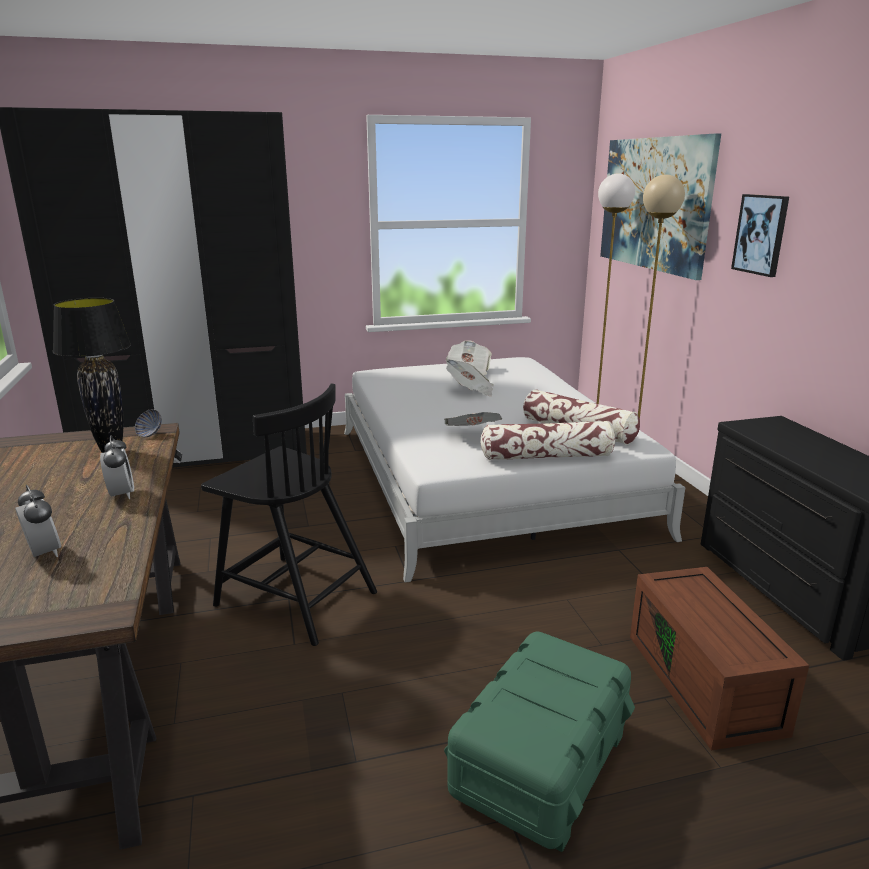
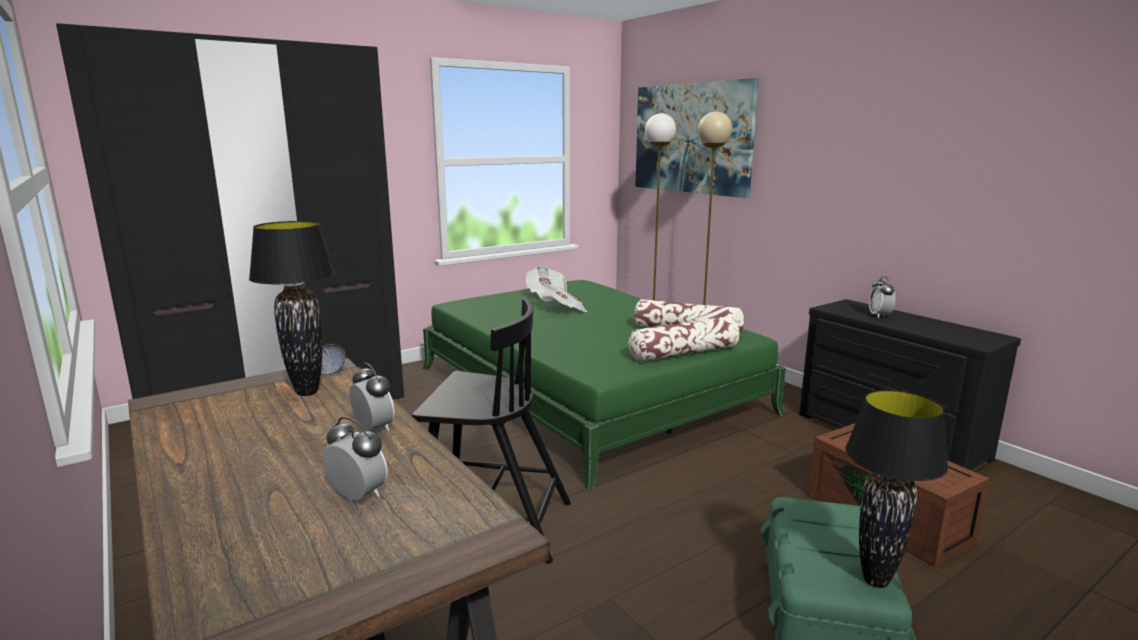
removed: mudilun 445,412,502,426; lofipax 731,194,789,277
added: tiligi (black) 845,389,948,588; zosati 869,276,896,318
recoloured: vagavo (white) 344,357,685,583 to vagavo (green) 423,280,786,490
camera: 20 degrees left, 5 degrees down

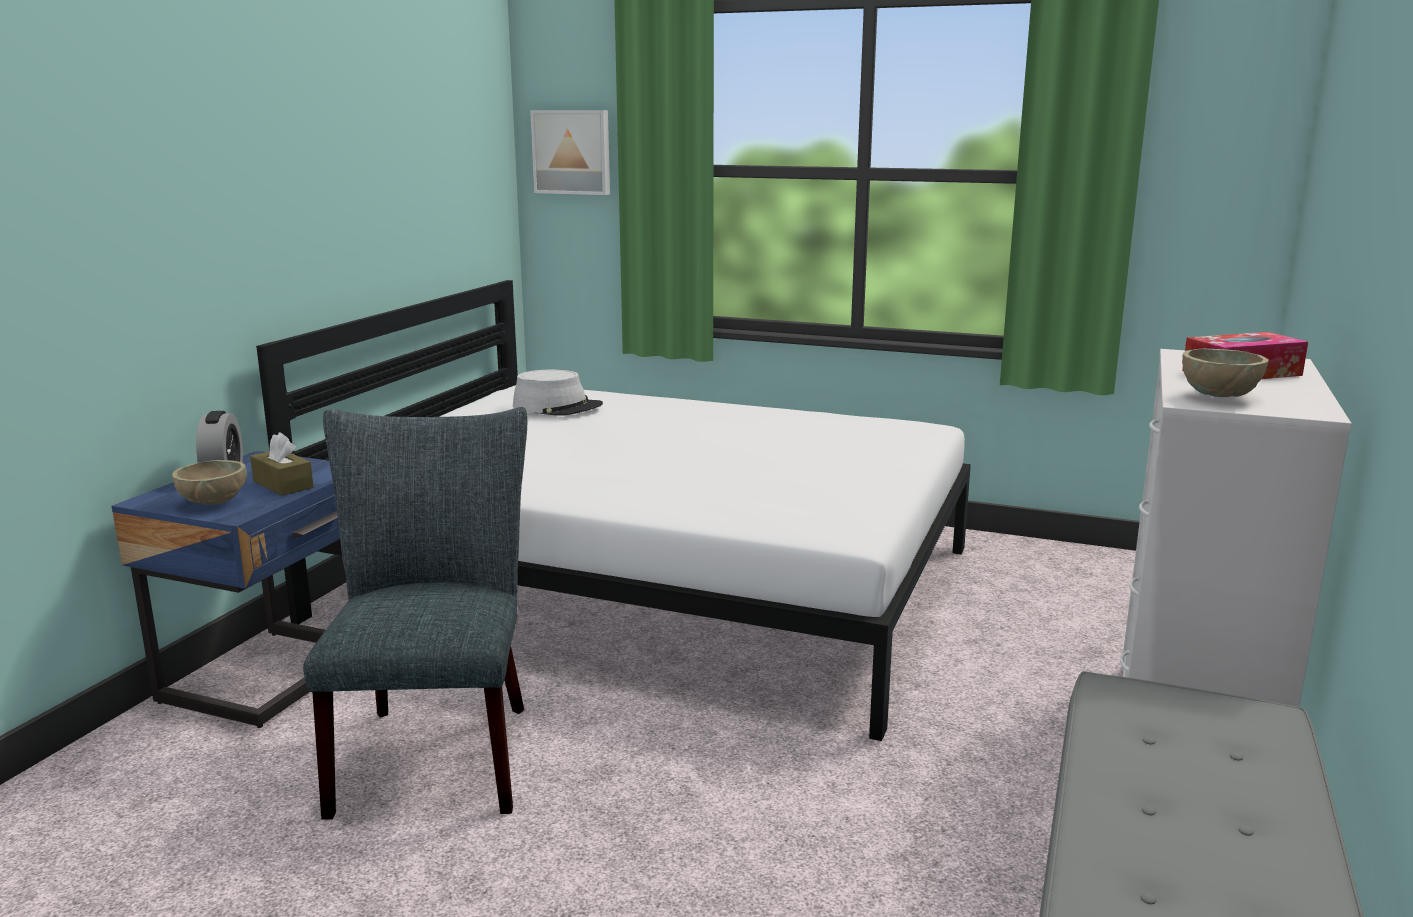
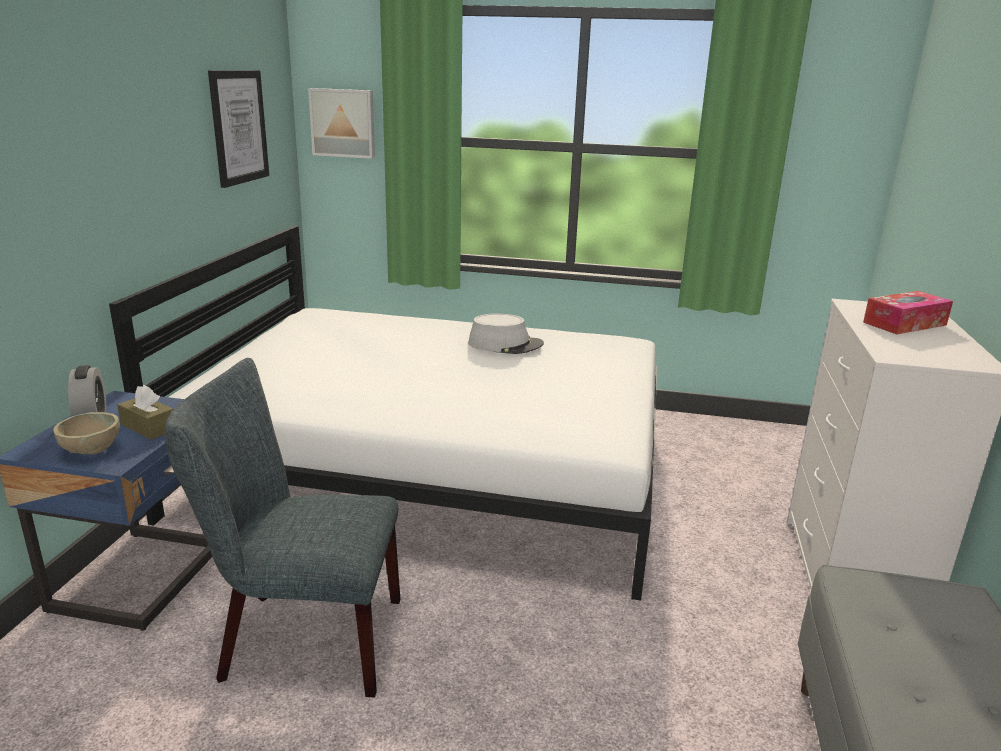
removed: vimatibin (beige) 1182,349,1269,397
added: lofipax 208,70,269,188
moved: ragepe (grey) 513,370,603,415 to 468,314,544,354
turned: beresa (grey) 303,407,527,820 = 165,358,400,697 75 degrees counterclockwise
camera: 10 degrees left, 5 degrees up

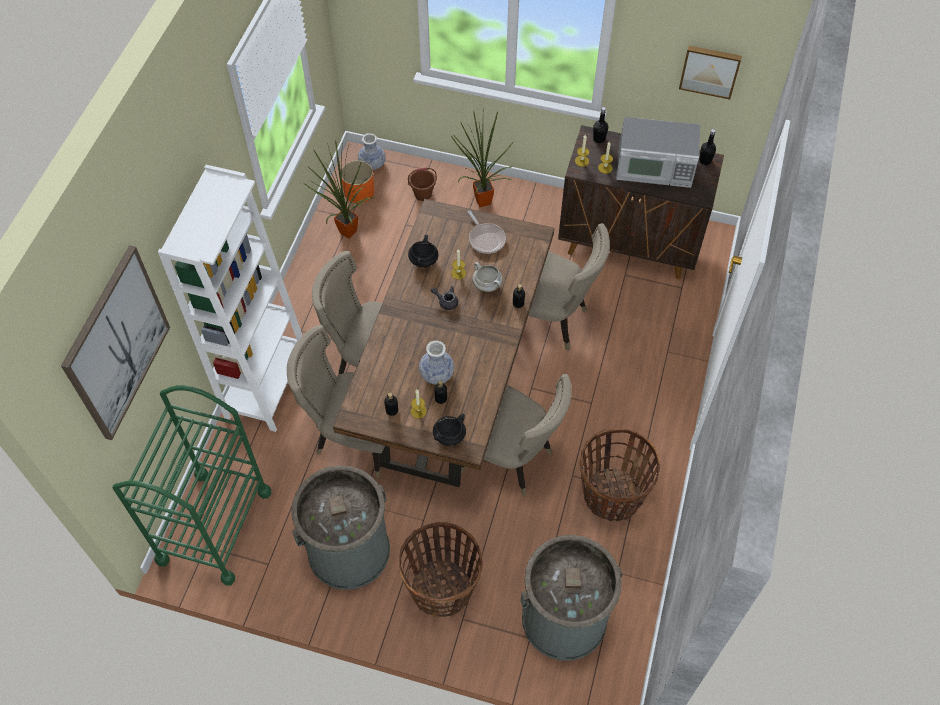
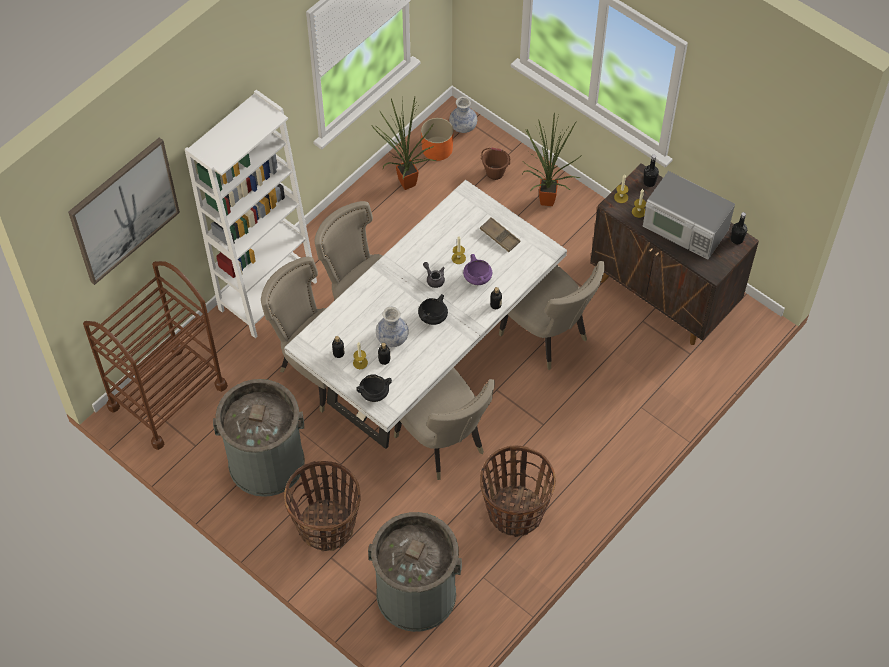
removed: lofipax 679,46,742,100
moved: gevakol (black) 408,235,438,267 to 418,294,448,325
replaced: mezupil 468,210,506,254 to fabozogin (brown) 480,217,520,252
recoloured: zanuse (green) 113,385,271,586 to zanuse (brown) 83,261,228,450; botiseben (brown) 333,199,554,487 to botiseben (white) 284,179,567,449; gevakol (white) 472,262,503,292 to gevakol (purple) 463,254,492,285
camera: 25 degrees right, 0 degrees up

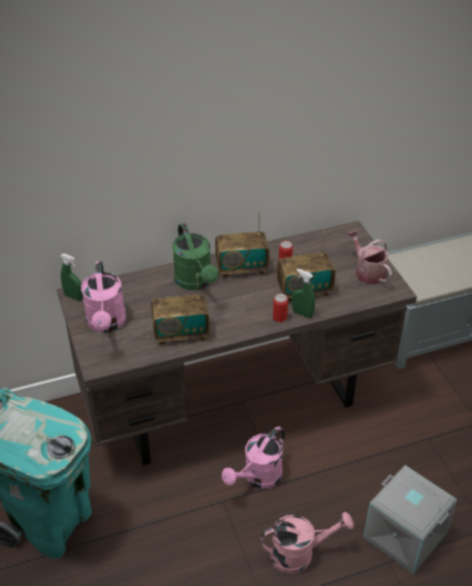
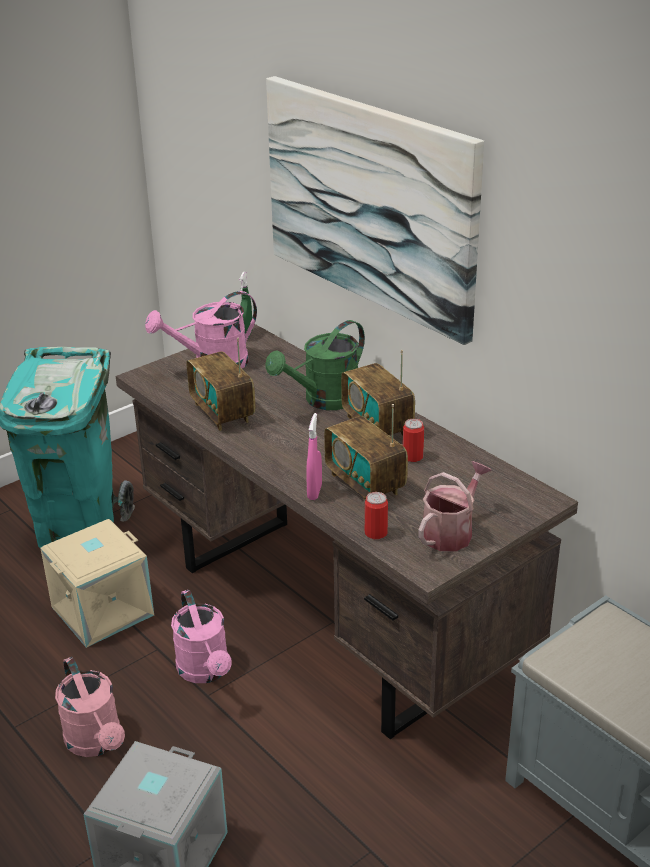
added: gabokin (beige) 40,519,154,648; lofipax 266,76,484,345
moved: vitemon 273,294,288,322 to 365,492,388,539
recoloured: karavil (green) 292,269,315,318 to karavil (pink) 306,413,322,500
turned: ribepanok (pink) 222,427,285,489 = 171,590,232,683 135 degrees counterclockwise
camera: 70 degrees right, 10 degrees down

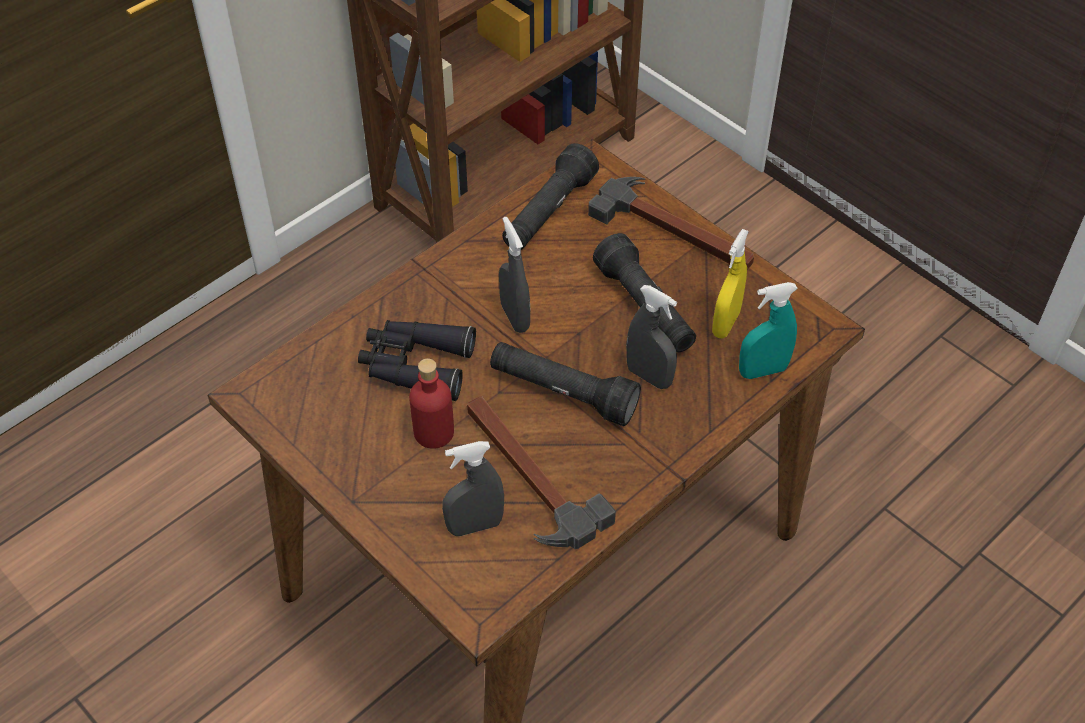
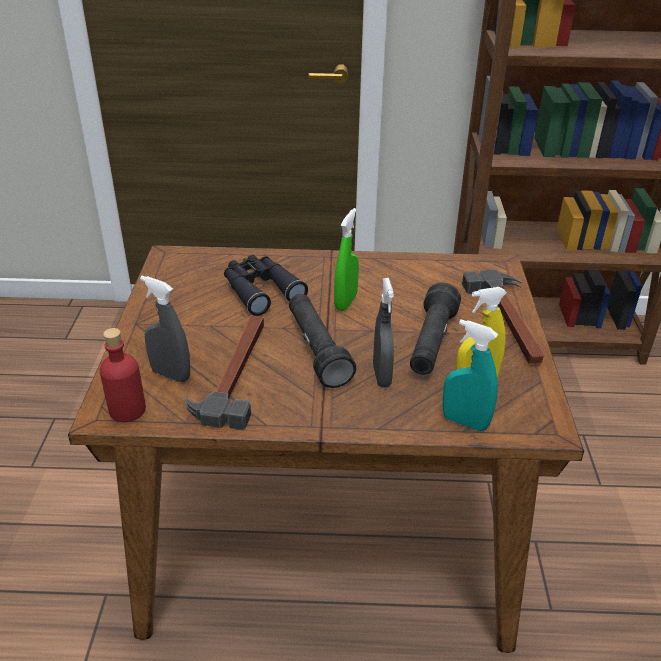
removed: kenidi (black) 502,143,599,250
moved: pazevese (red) 409,358,454,449 to 100,328,146,422
recoloured: karavil (grey) 499,217,530,333 to karavil (green) 334,208,359,311
camera: 45 degrees right, 15 degrees down

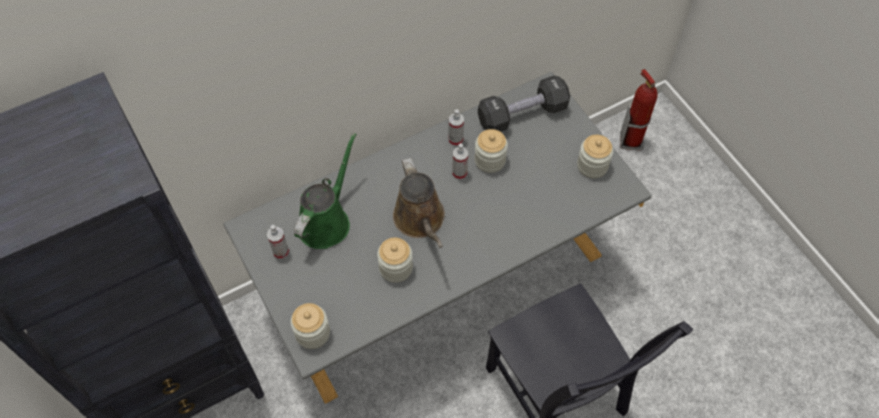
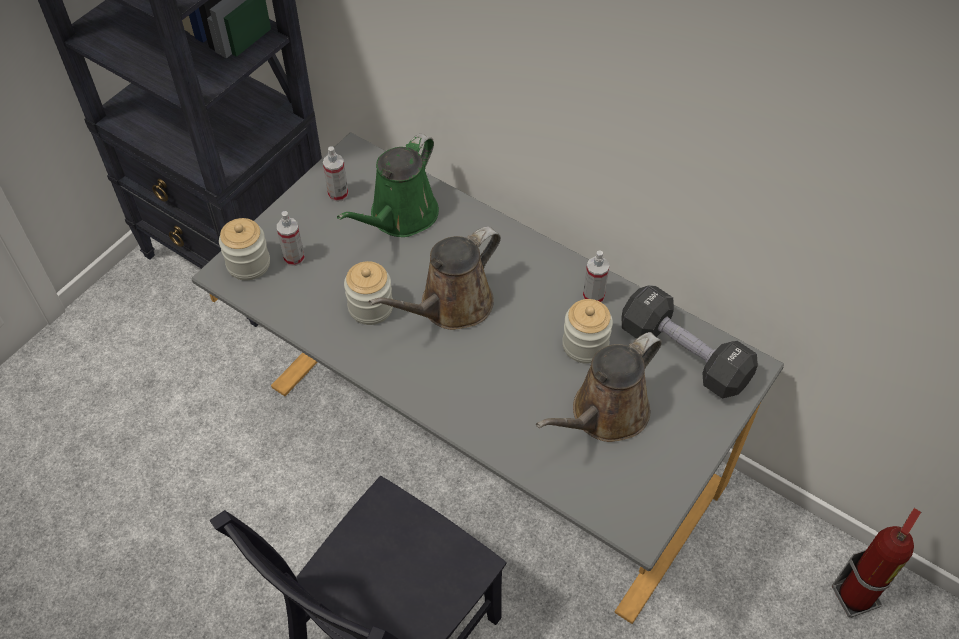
removed: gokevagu 577,135,613,178
added: ribepanok (brown) 536,332,662,442
moved: karavil 452,143,468,180 to 277,211,305,266
turned: ribepanok (green) 294,133,357,249 = 337,134,439,237 120 degrees clockwise
camera: 65 degrees right, 5 degrees down

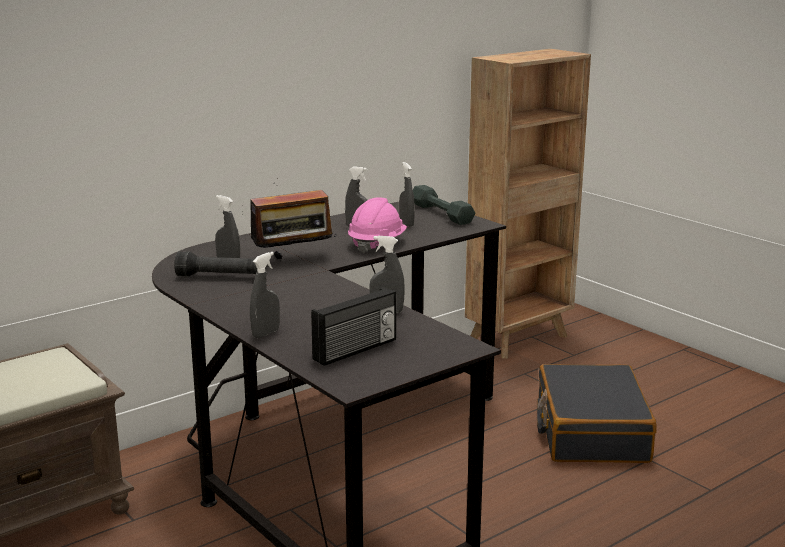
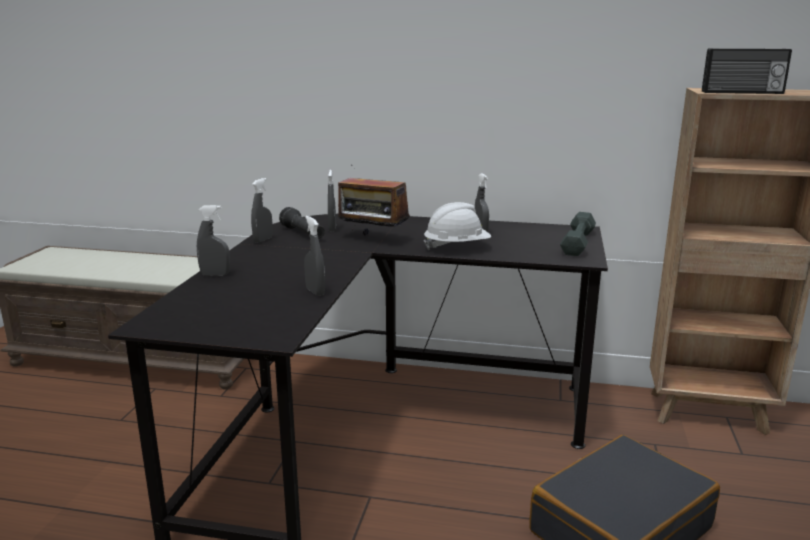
moved: karavil (grey) 399,162,415,227 to 251,178,273,243; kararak 311,287,396,366 to 702,48,792,94
recoloured: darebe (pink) 348,197,407,253 to darebe (white) 423,202,491,250
camera: 50 degrees right, 0 degrees up

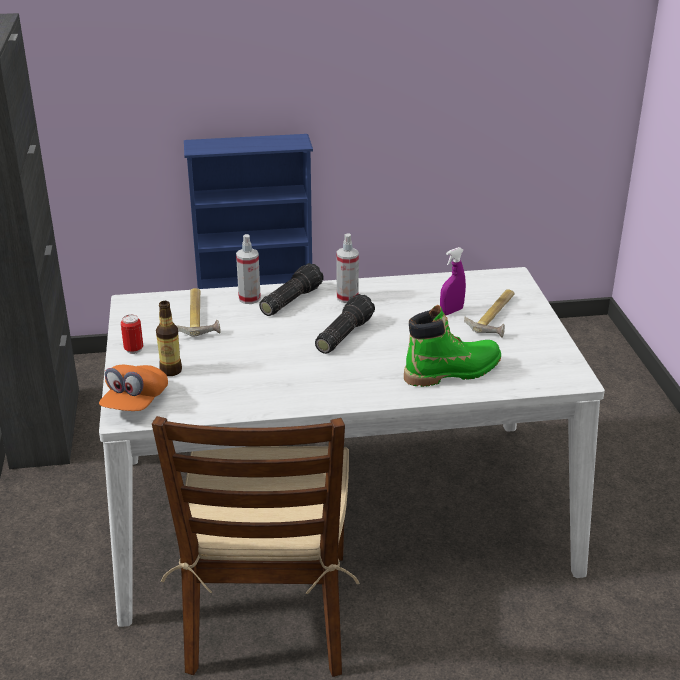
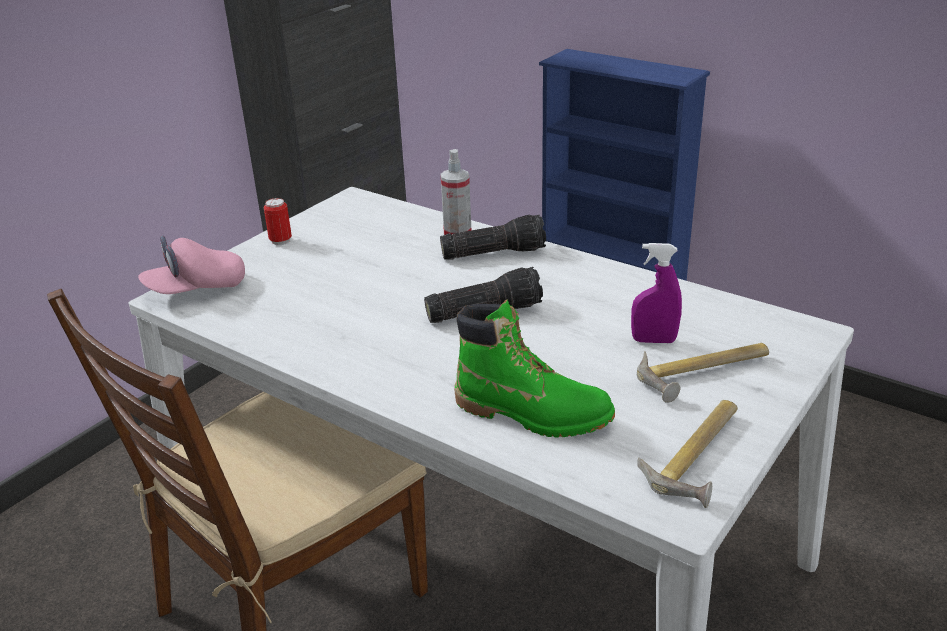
removed: pazevese 156,301,182,376; karavil 337,233,359,303
moved: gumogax 176,288,221,337 to 637,400,738,508
recoloured: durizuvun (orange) 99,365,168,411 to durizuvun (pink) 138,235,245,294
camera: 45 degrees right, 0 degrees up

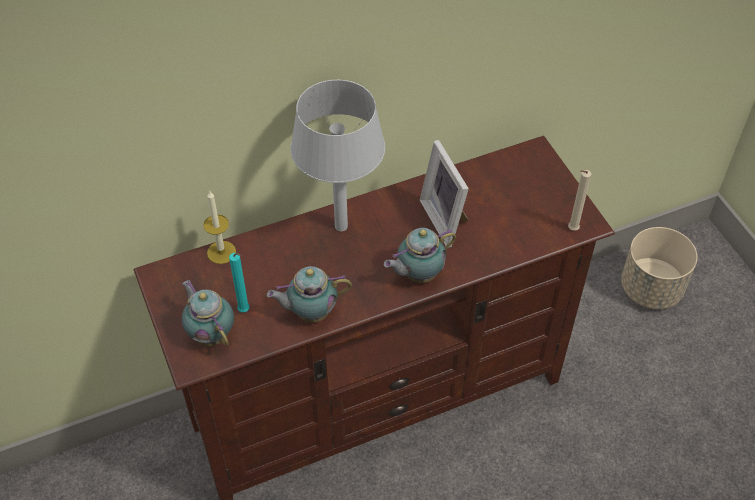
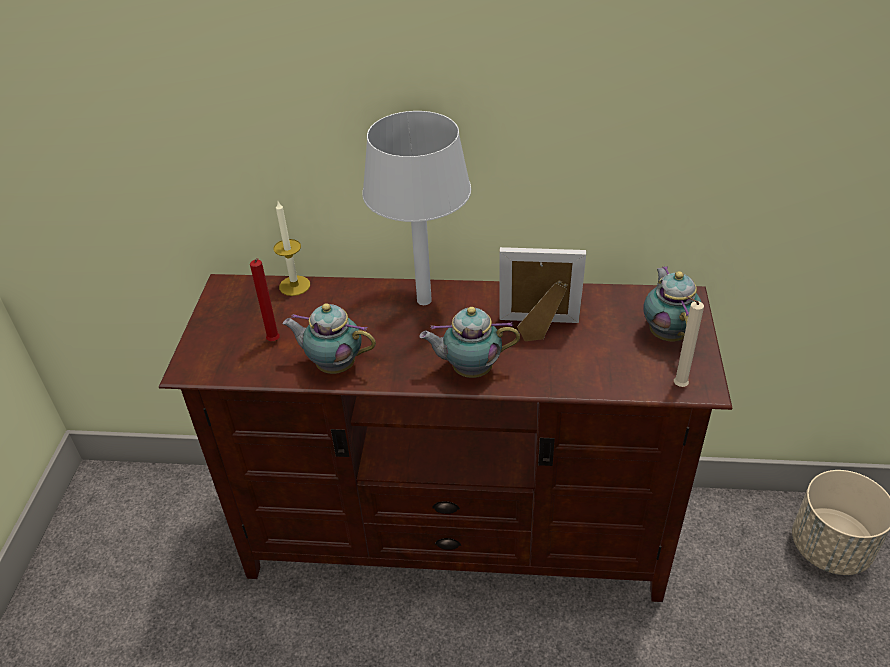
moved: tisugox 182,280,234,346 to 643,266,701,341
recoloured: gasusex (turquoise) 229,253,250,312 to gasusex (red) 250,258,280,341
turned: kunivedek 420,140,469,248 = 499,247,586,341 90 degrees clockwise
camera: 30 degrees right, 10 degrees down

